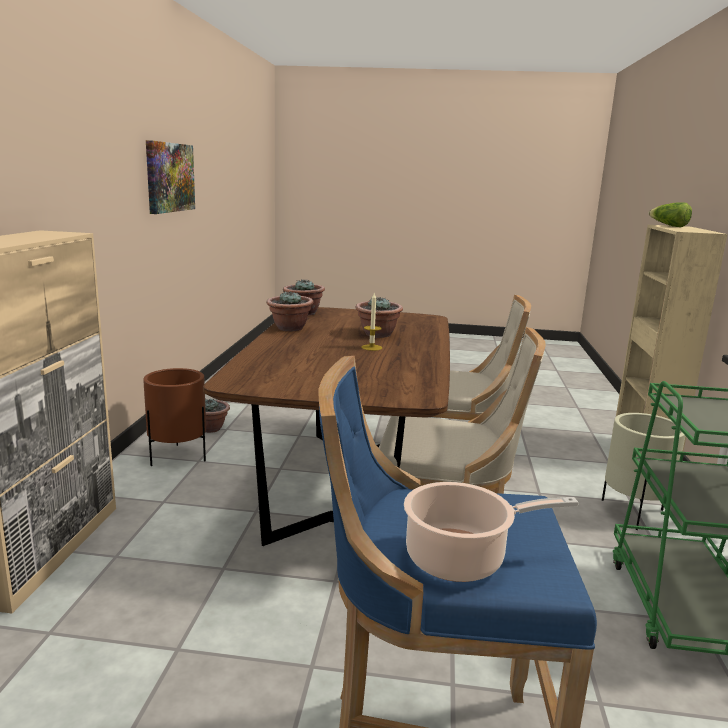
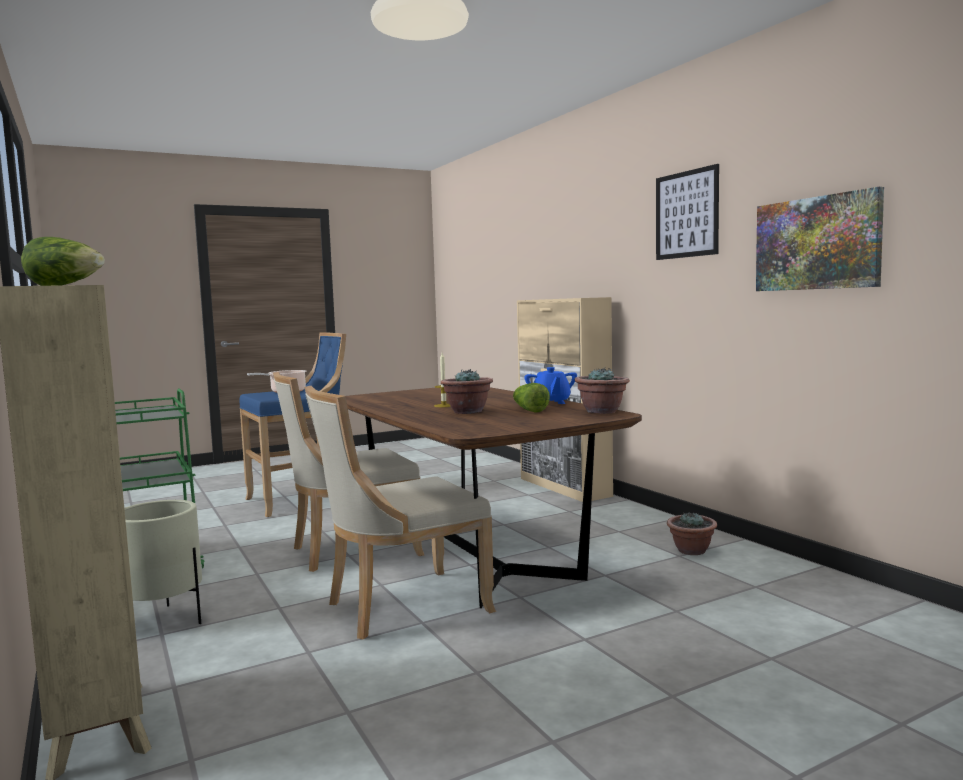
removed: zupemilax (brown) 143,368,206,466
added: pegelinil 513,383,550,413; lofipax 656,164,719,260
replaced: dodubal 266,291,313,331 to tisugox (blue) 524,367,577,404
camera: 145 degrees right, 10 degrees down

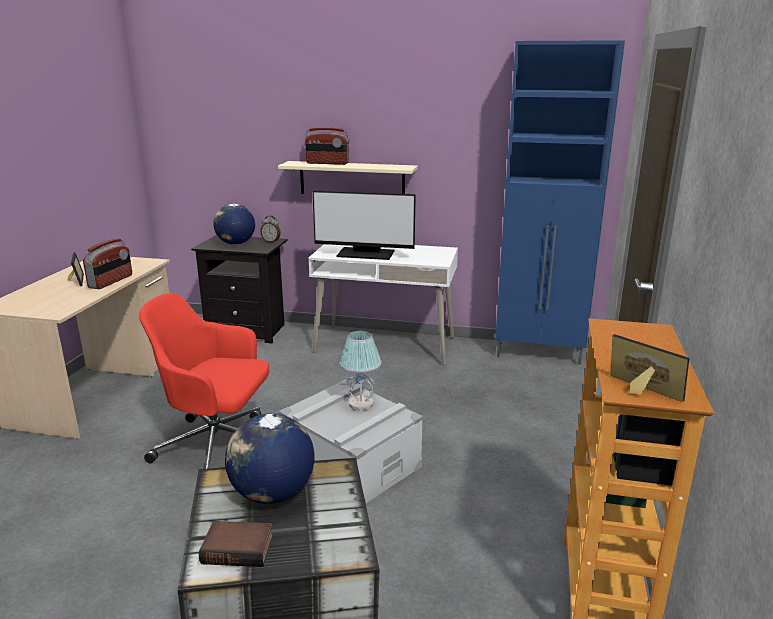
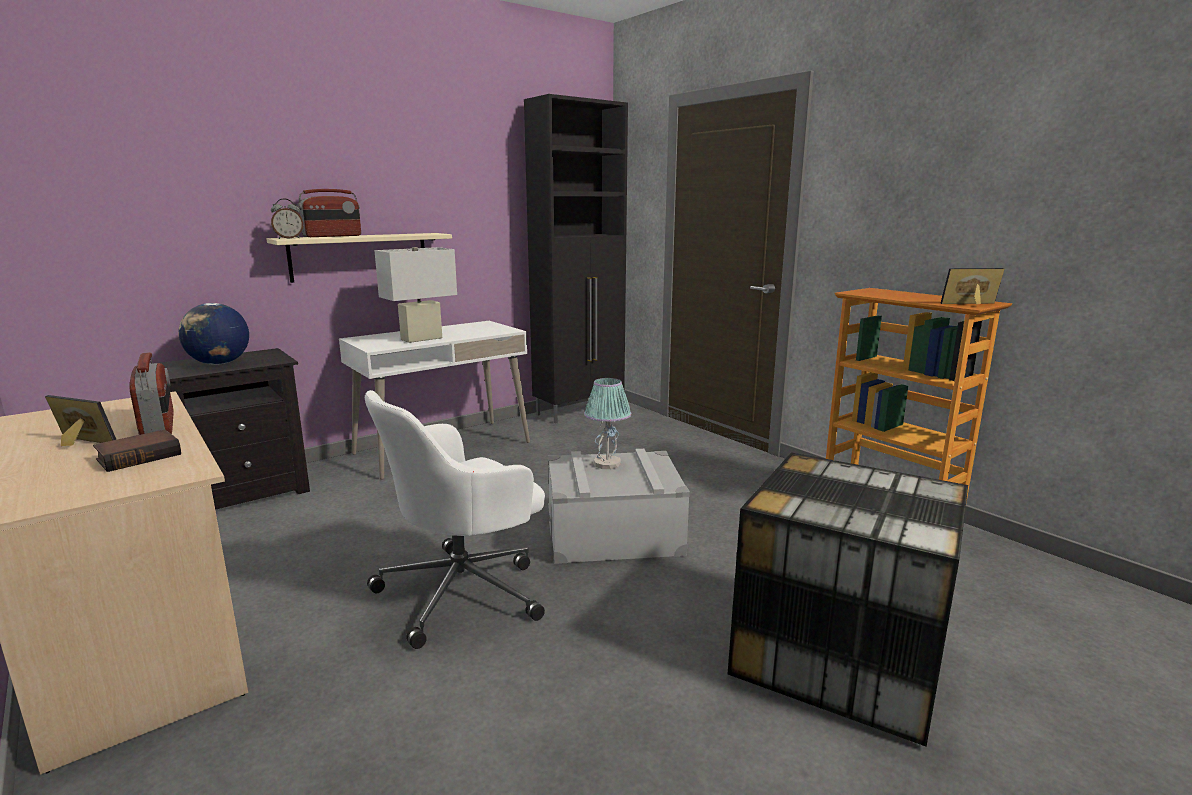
removed: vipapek 225,413,315,504
moved: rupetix 199,521,273,567 to 93,430,181,472; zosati 260,216,281,243 to 271,198,303,239
replaced: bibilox 313,191,416,260 to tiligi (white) 374,247,457,343
recoloured: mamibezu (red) 139,293,269,469 to mamibezu (white) 365,390,545,649; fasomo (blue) 495,40,625,365 to fasomo (black) 524,94,628,424
camera: 50 degrees left, 5 degrees down

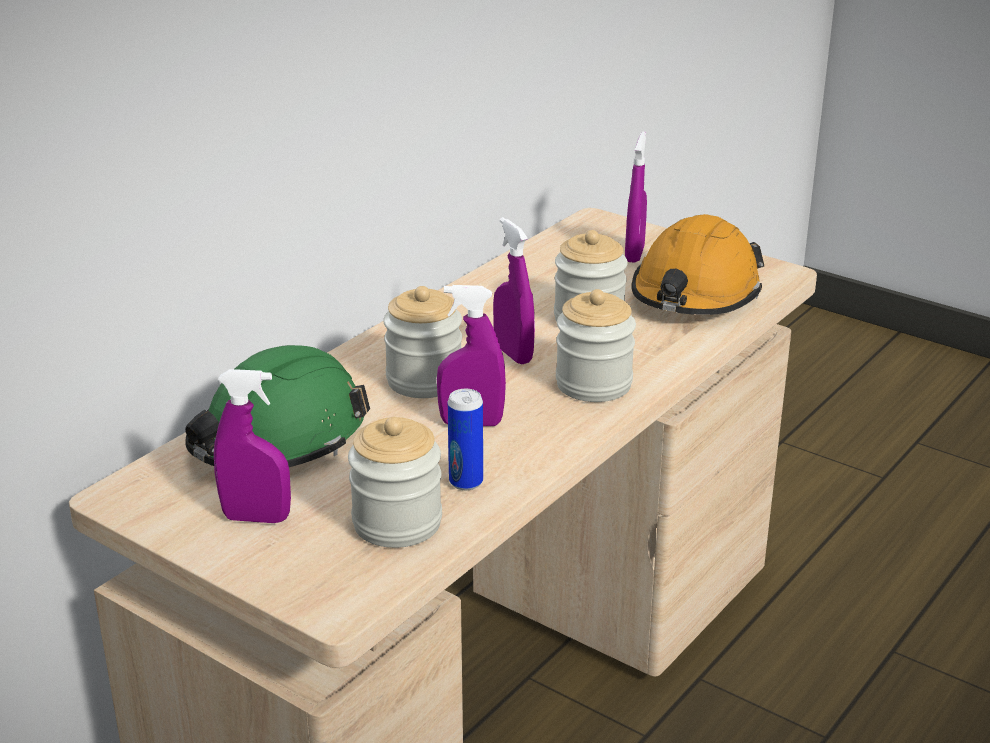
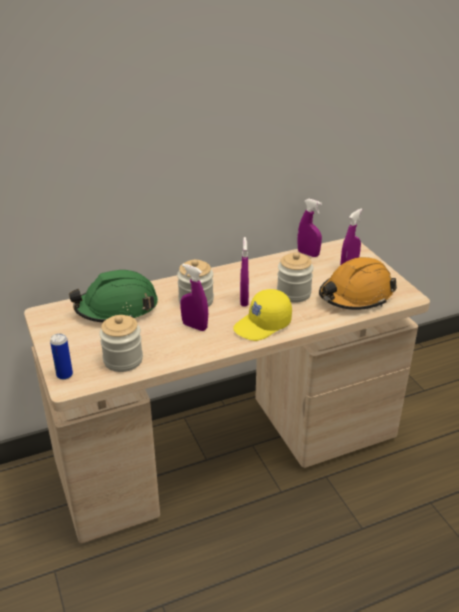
moved: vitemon 448,389,483,490 to 50,333,73,380; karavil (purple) 214,369,291,523 to 297,199,322,257
replaced: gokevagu 556,289,636,402 to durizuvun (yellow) 233,289,292,341
camera: 30 degrees right, 5 degrees up

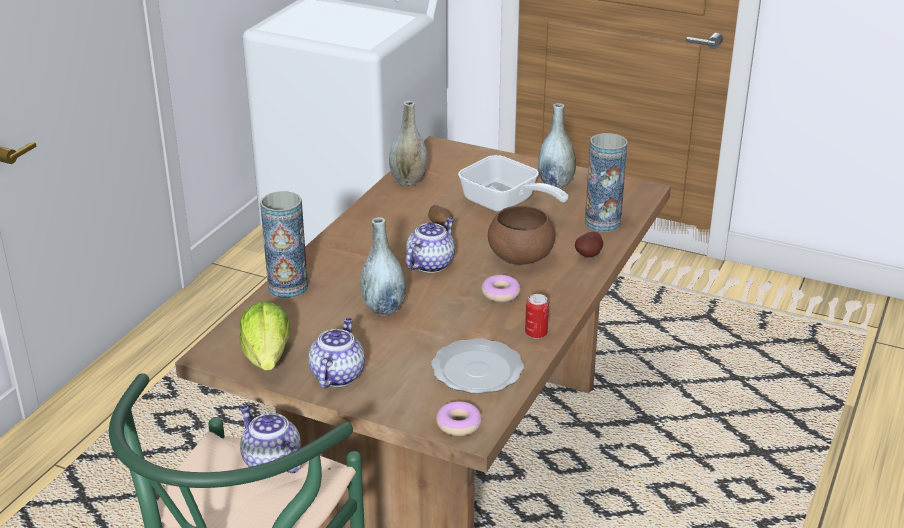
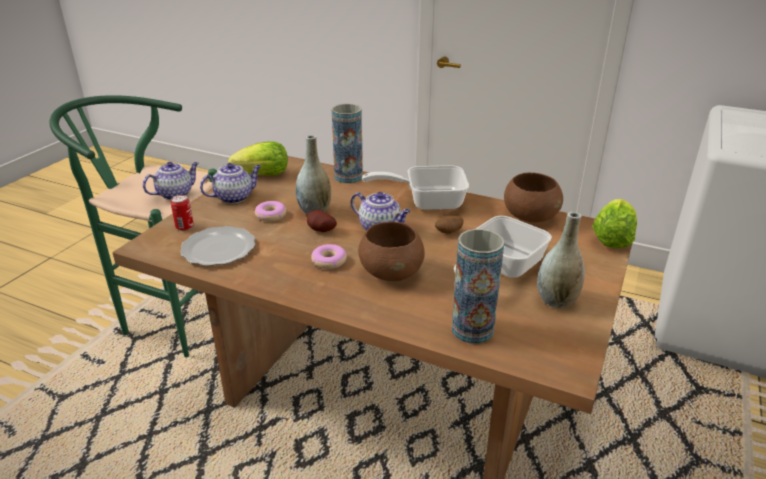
added: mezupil 362,165,469,210; pegelinil 592,199,637,248
moved: vitemon 525,294,549,339 to 171,195,194,231; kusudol 436,401,482,436 to 255,201,286,222; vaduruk 575,232,603,257 to 307,210,337,232
replaced: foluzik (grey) 389,101,427,186 to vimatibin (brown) 504,172,563,222
turned: tisugox 308,318,365,388 = 200,163,261,204 45 degrees counterclockwise
camera: 90 degrees right, 0 degrees up

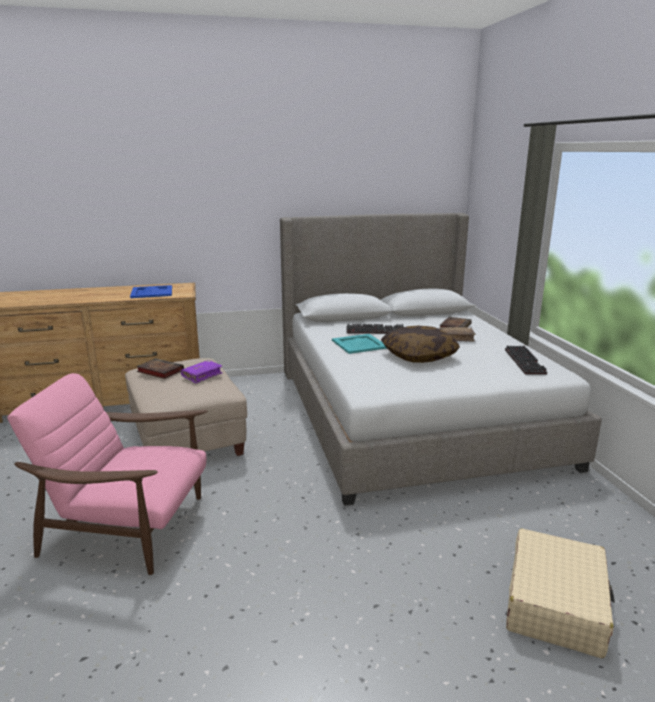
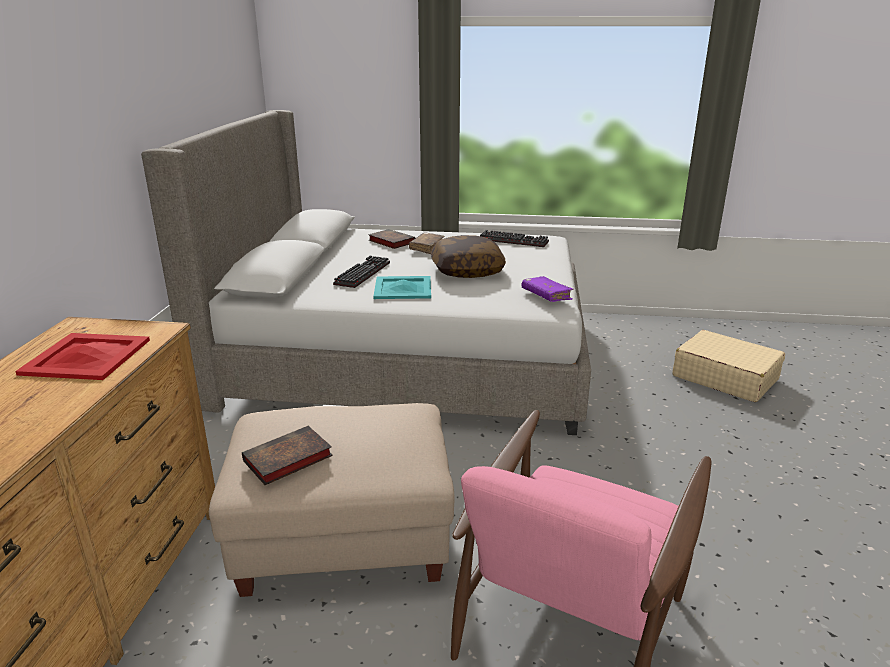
moved: rupetix (purple) 181,360,222,383 to 521,276,574,302
recoloured: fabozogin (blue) 130,285,172,298 to fabozogin (red) 15,333,150,380
camera: 70 degrees left, 5 degrees up

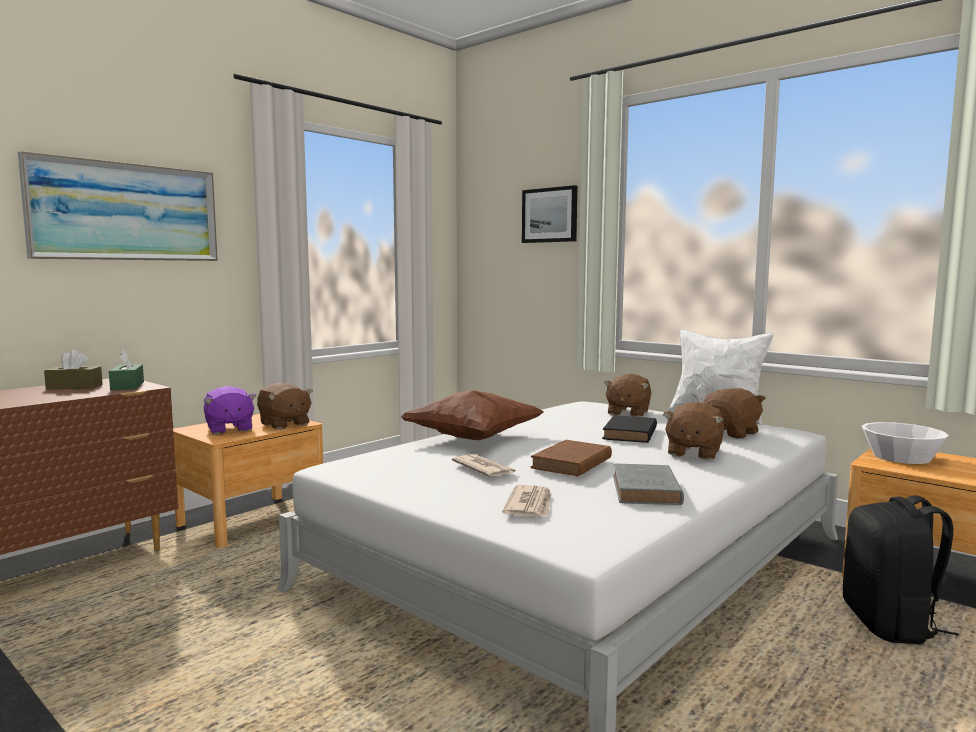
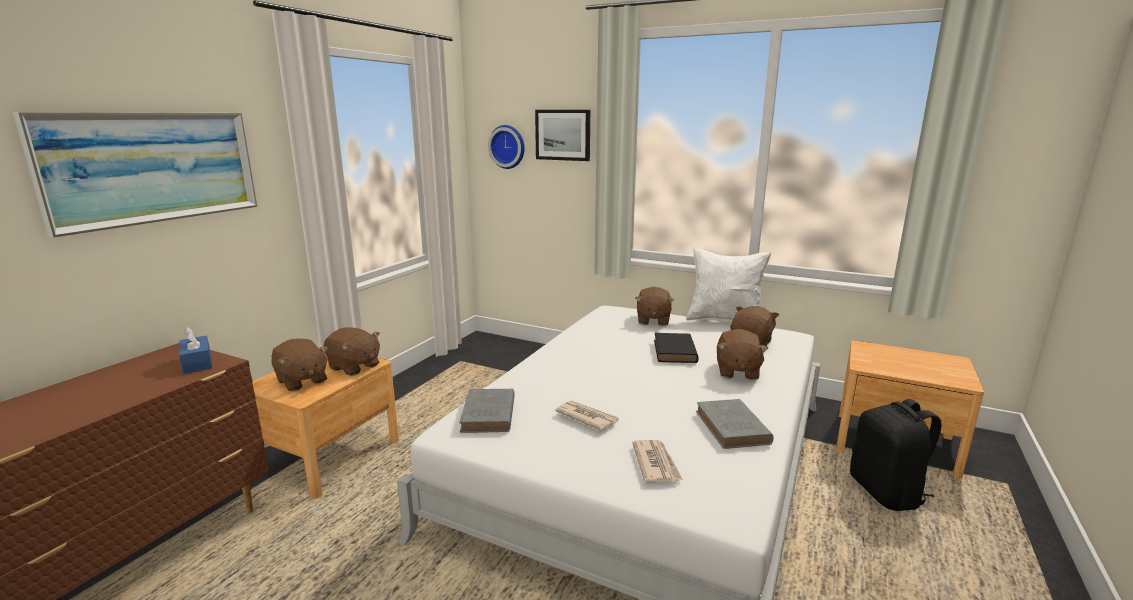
removed: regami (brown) 44,350,103,389; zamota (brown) 401,390,544,440; rupetix (brown) 530,440,612,477; vimatibin (white) 862,422,949,464
added: rupetix (grey) 459,388,515,433; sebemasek 488,125,525,169
recoloured: regami (green) 109,350,144,390 to regami (blue) 179,327,212,374; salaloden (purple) 204,386,256,434 to salaloden (brown) 271,338,328,391
camera: 15 degrees left, 10 degrees up

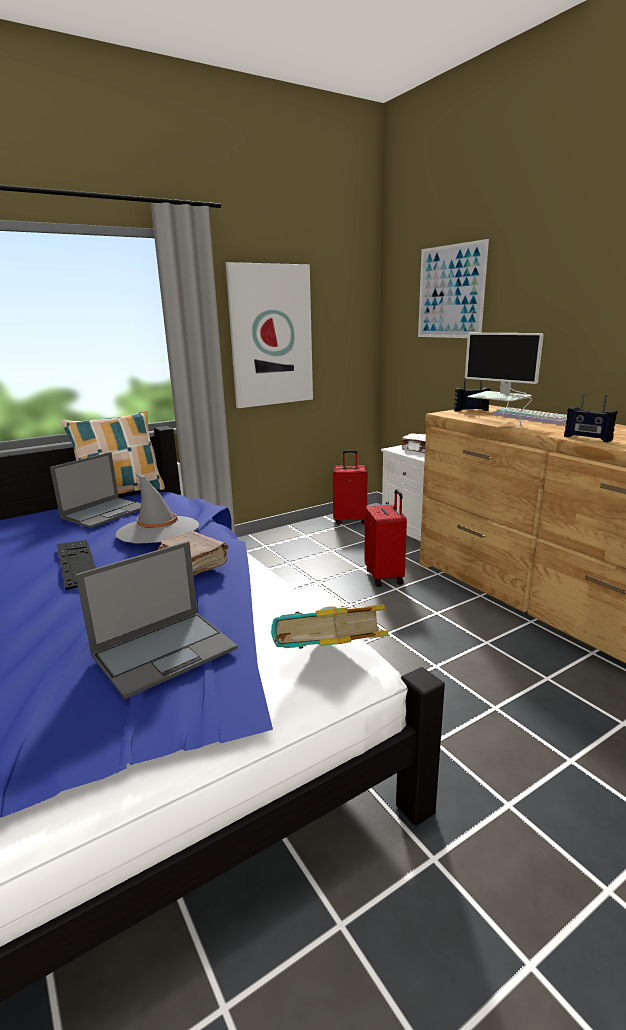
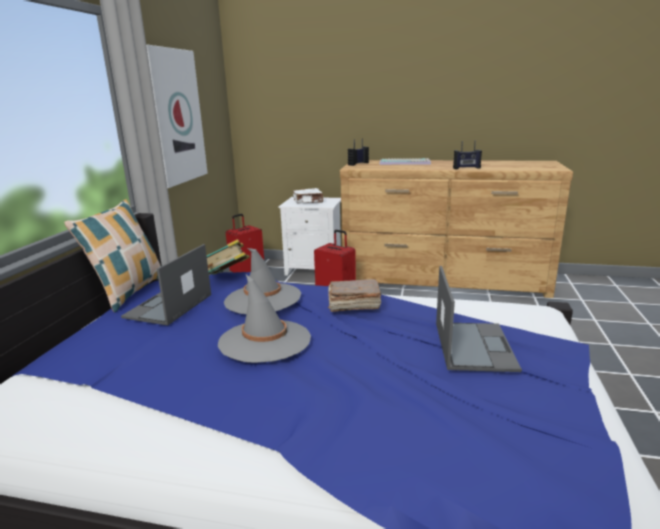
removed: lofipax 418,239,489,338; bibilox 465,333,544,426
moved: rupetix 271,604,388,649 to 206,239,250,275
replaced: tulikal 57,540,96,590 to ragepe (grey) 218,275,311,363
turned: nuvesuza 50,452,141,528 = 121,244,211,326 150 degrees counterclockwise
camera: 45 degrees left, 0 degrees up

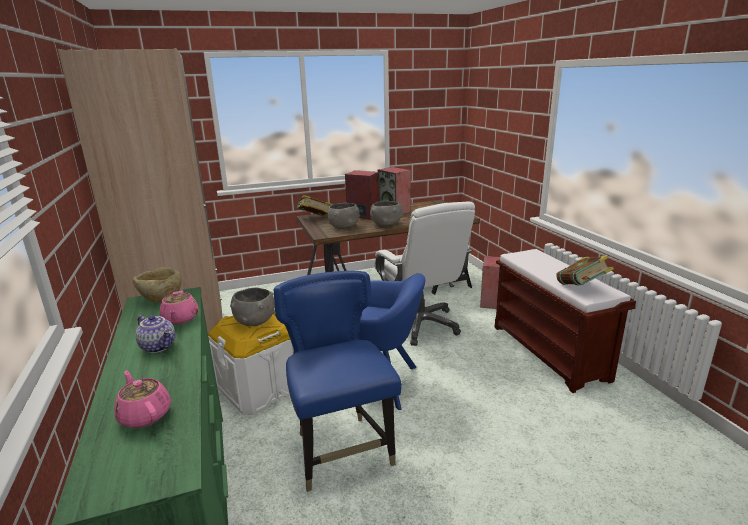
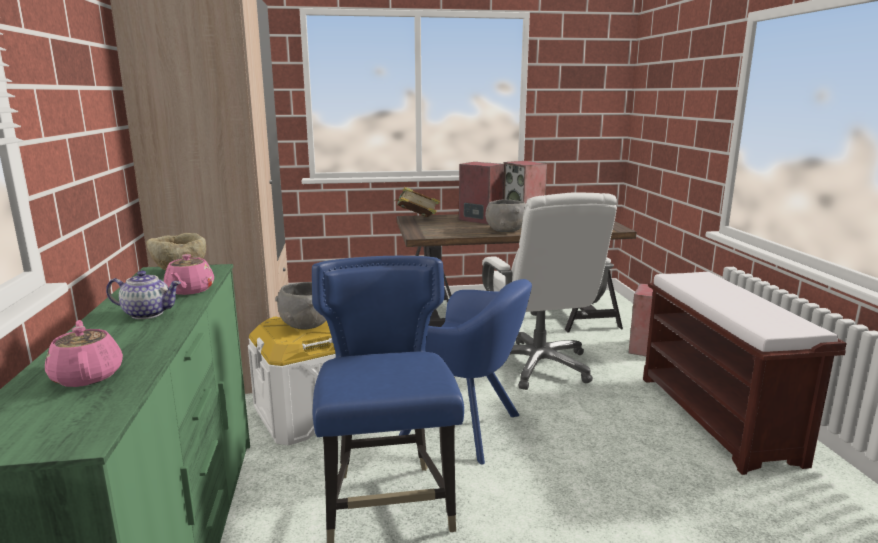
removed: vimatibin (grey) 327,203,360,229; rupetix 557,256,614,285
turned: tisugox 135,315,175,353 = 106,271,181,319 45 degrees counterclockwise
camera: 10 degrees right, 5 degrees down

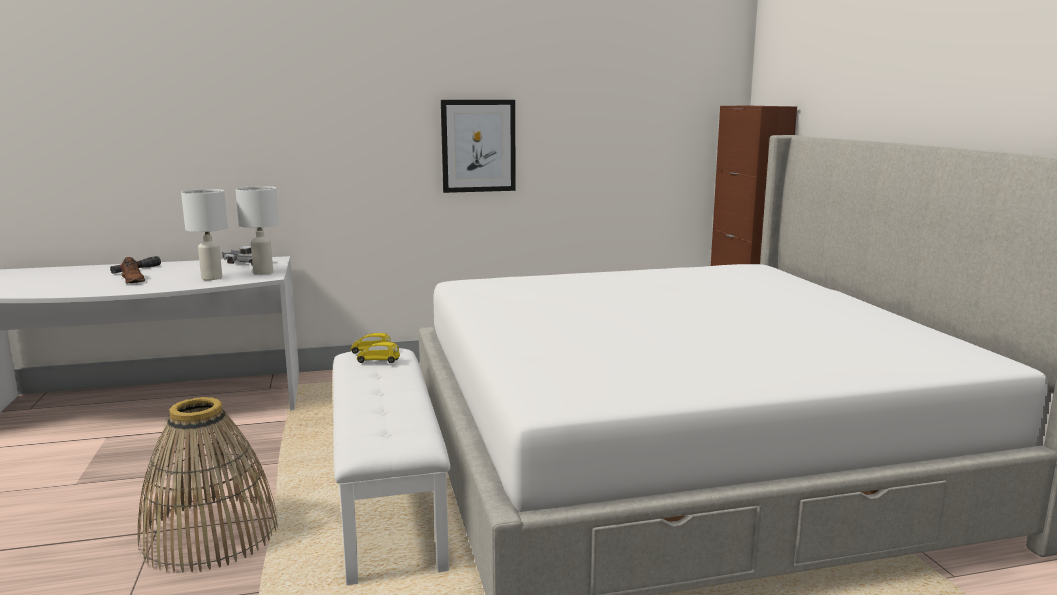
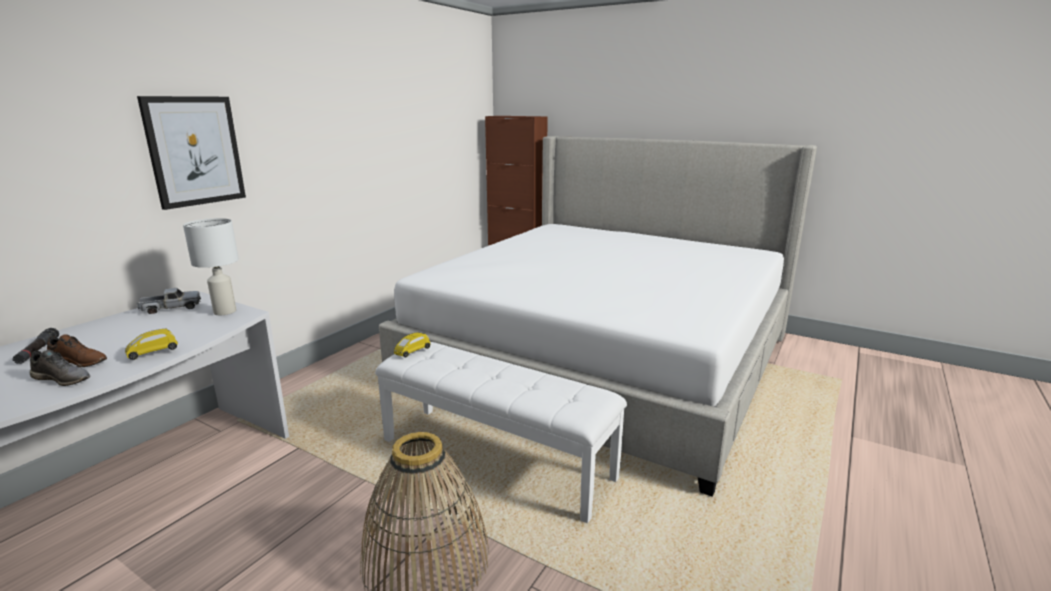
removed: tiligi (white) 181,189,228,280
added: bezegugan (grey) 30,350,90,386
moved: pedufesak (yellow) 357,342,400,363 to 125,328,178,360; lofipax 441,100,516,193 to 137,96,246,210
camera: 45 degrees left, 5 degrees up

